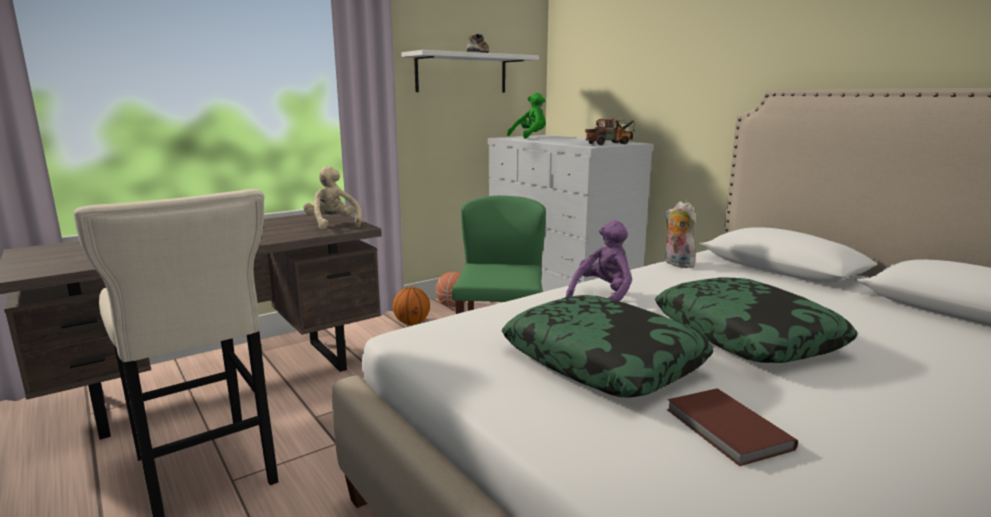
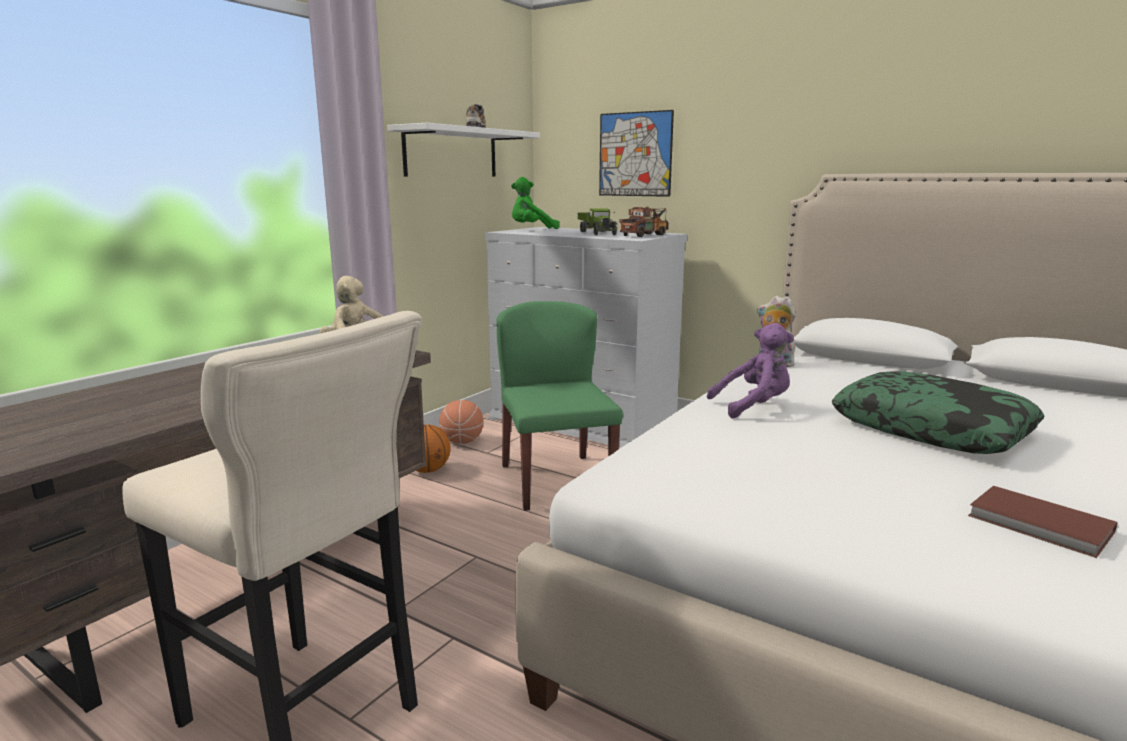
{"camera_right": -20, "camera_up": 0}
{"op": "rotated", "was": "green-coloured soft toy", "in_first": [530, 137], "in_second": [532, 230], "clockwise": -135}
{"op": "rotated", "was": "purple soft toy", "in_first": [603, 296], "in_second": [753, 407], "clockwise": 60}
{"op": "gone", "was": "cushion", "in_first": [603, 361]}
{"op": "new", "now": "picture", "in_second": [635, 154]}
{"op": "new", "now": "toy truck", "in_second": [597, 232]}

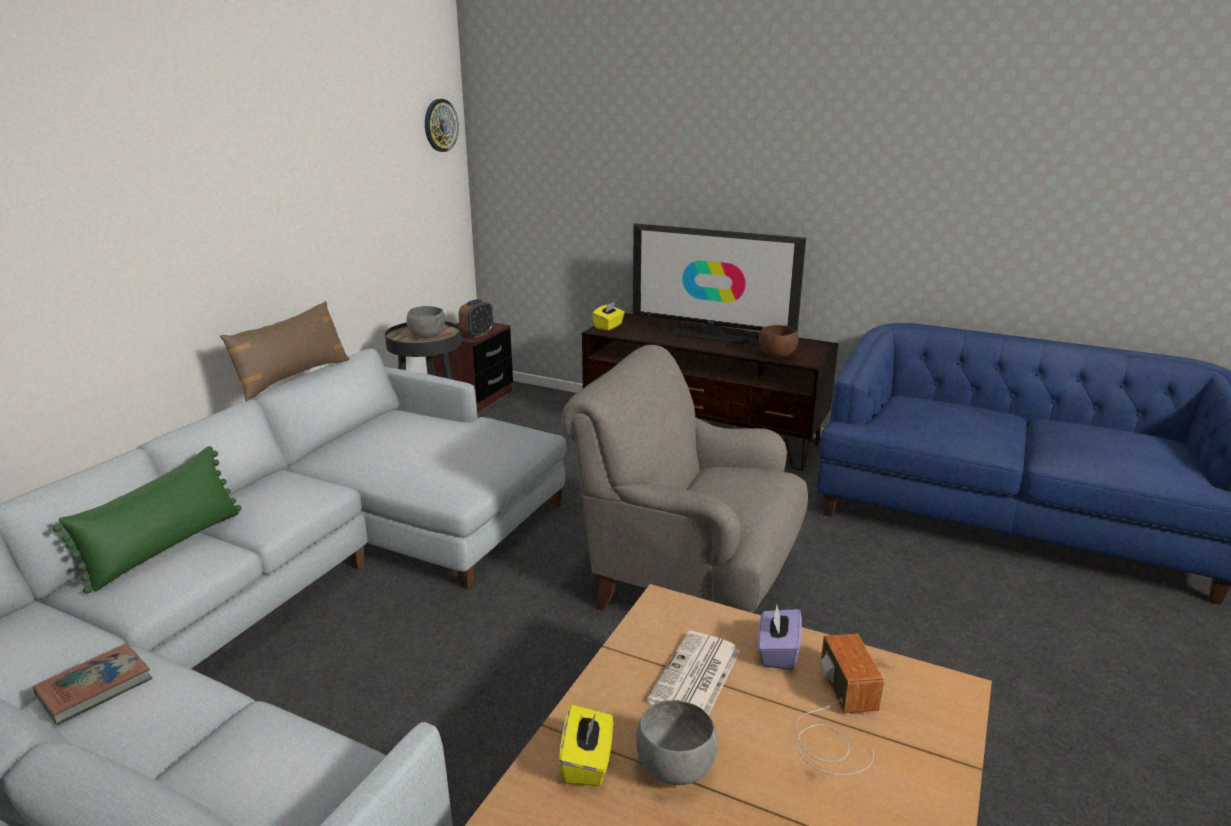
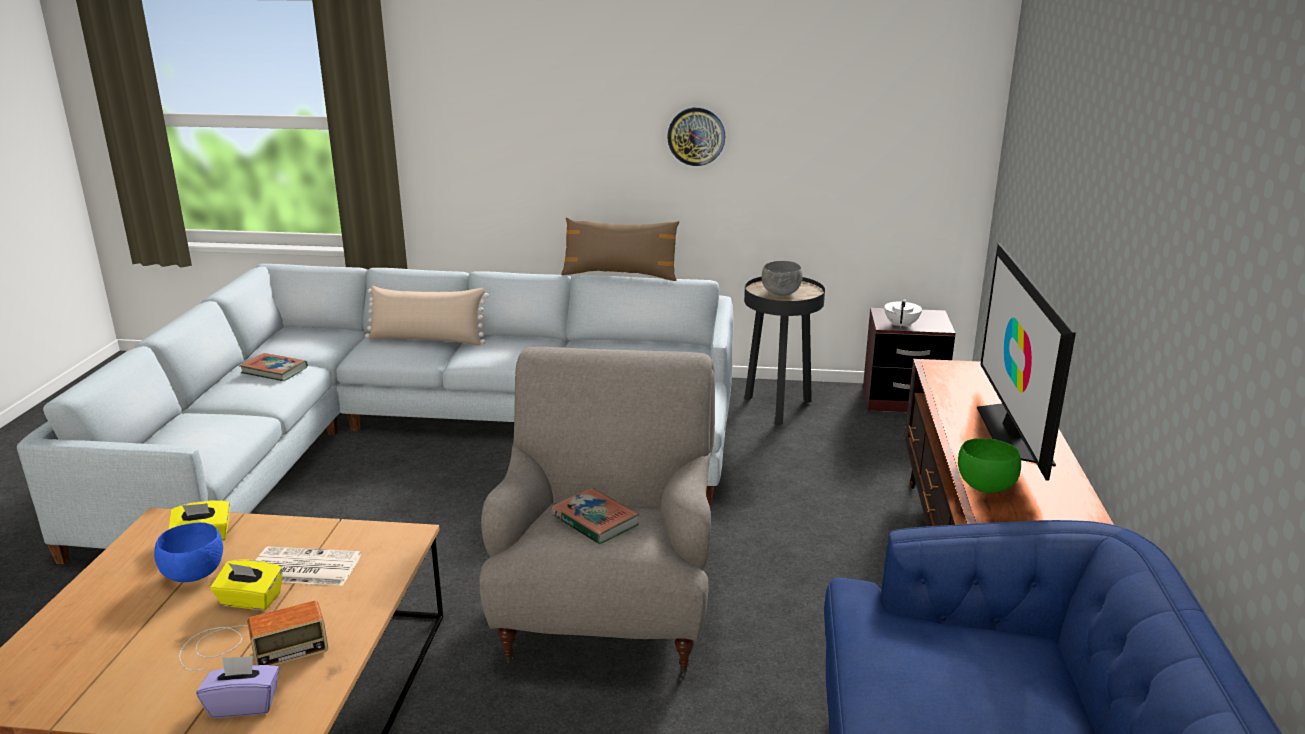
{"camera_right": 70, "camera_up": 0}
{"op": "shifted", "was": "hanging clock", "in_first": [440, 125], "in_second": [696, 136]}
{"op": "swapped", "was": "alarm clock", "now": "white-coloured tea pot", "in_first": [477, 334], "in_second": [901, 325]}
{"op": "shifted", "was": "yellow-coloured tissue holder", "in_first": [608, 326], "in_second": [250, 600]}
{"op": "repainted", "was": "brownish deep dish", "now": "green-coloured deep dish", "in_first": [776, 356], "in_second": [984, 487]}
{"op": "repainted", "was": "green-coloured cushion", "now": "beige-coloured cushion", "in_first": [166, 547], "in_second": [427, 340]}
{"op": "shifted", "was": "purple tissue holder", "in_first": [777, 652], "in_second": [244, 704]}
{"op": "repainted", "was": "gray deep dish", "now": "blue-coloured deep dish", "in_first": [673, 768], "in_second": [195, 574]}
{"op": "new", "now": "volume", "in_second": [595, 521]}

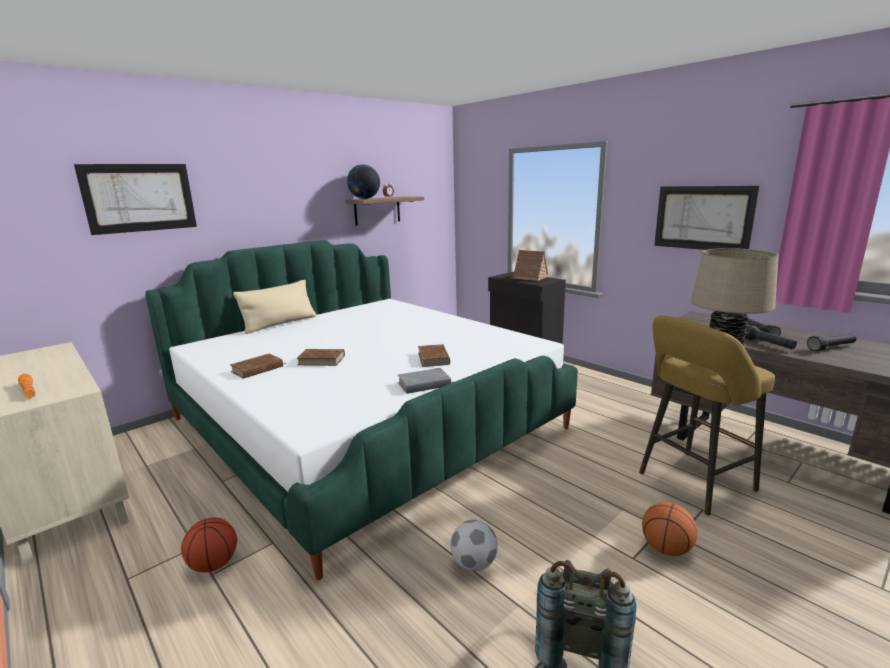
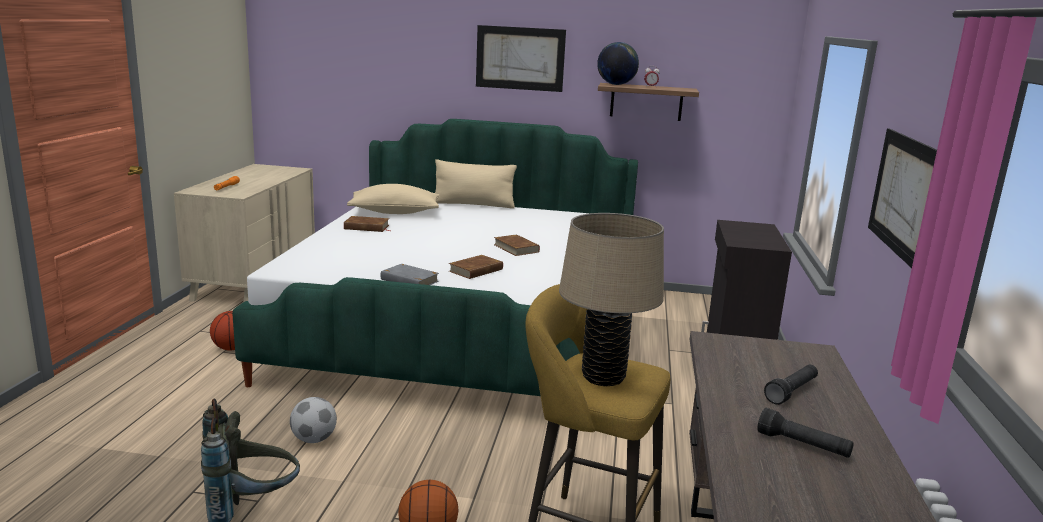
{"camera_right": 50, "camera_up": 0}
{"op": "shifted", "was": "picture", "in_first": [140, 198], "in_second": [520, 58]}
{"op": "gone", "was": "toy house", "in_first": [528, 277]}
{"op": "gone", "was": "black hand torch", "in_first": [768, 344]}
{"op": "shifted", "was": "brownish volume", "in_first": [321, 360], "in_second": [516, 248]}
{"op": "new", "now": "beige-coloured cushion", "in_second": [395, 212]}

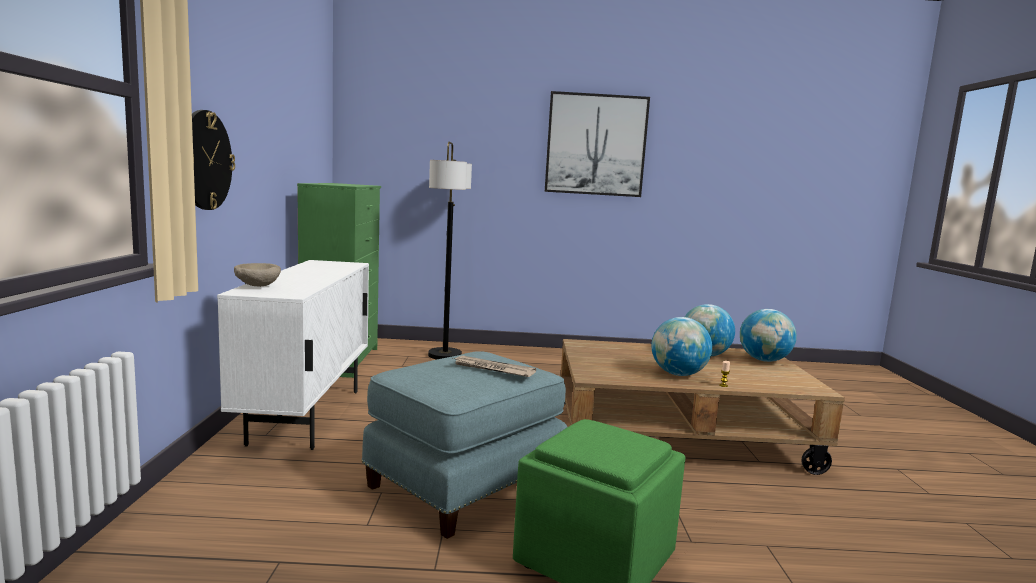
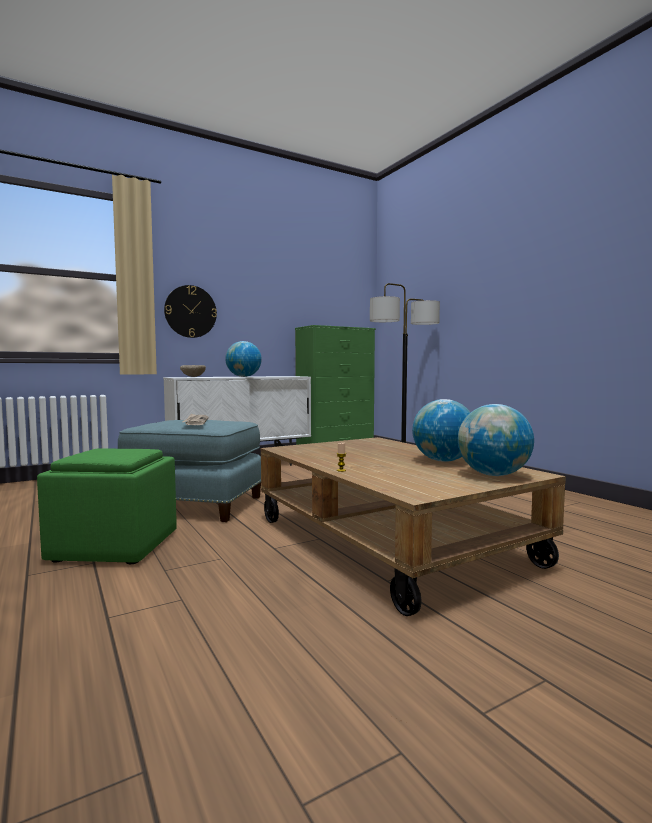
{"camera_right": 60, "camera_up": -5}
{"op": "gone", "was": "picture", "in_first": [596, 145]}
{"op": "shifted", "was": "world globe", "in_first": [678, 374], "in_second": [243, 376]}

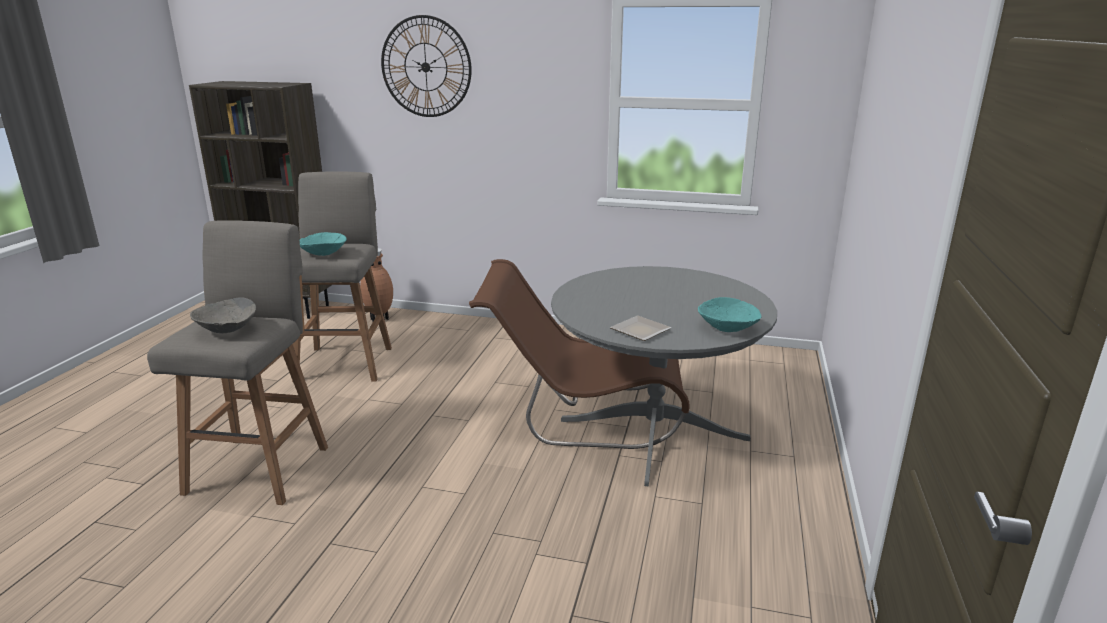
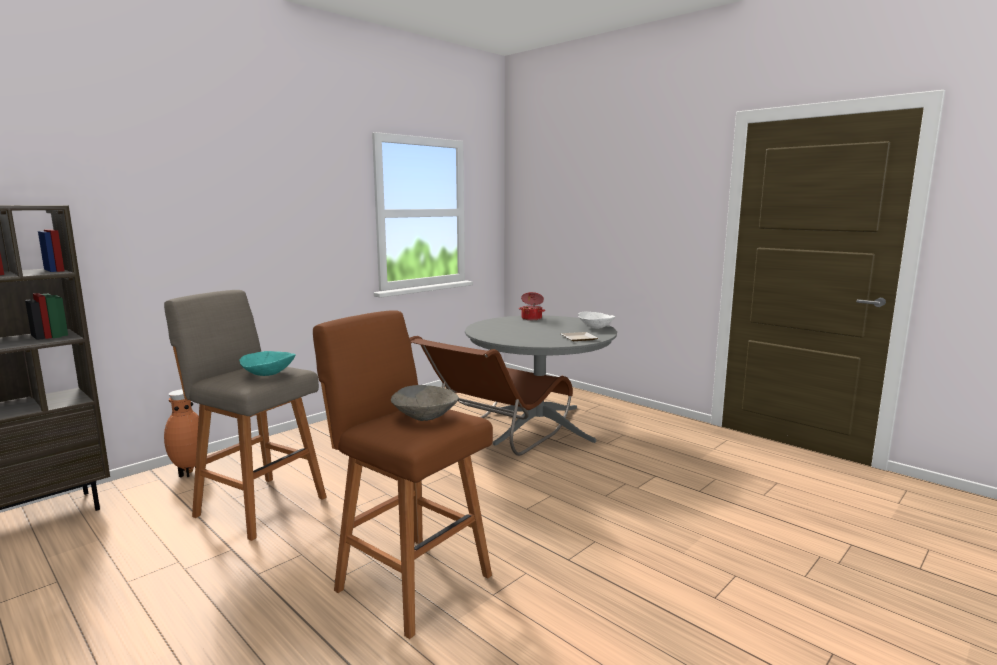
{"camera_right": -60, "camera_up": -10}
{"op": "gone", "was": "hanging clock", "in_first": [426, 67]}
{"op": "repainted", "was": "gray stool seat", "now": "brownish stool seat", "in_first": [260, 467], "in_second": [410, 580]}
{"op": "repainted", "was": "turquoise deep dish", "now": "white-coloured deep dish", "in_first": [727, 329], "in_second": [596, 327]}
{"op": "new", "now": "saucepot", "in_second": [532, 318]}

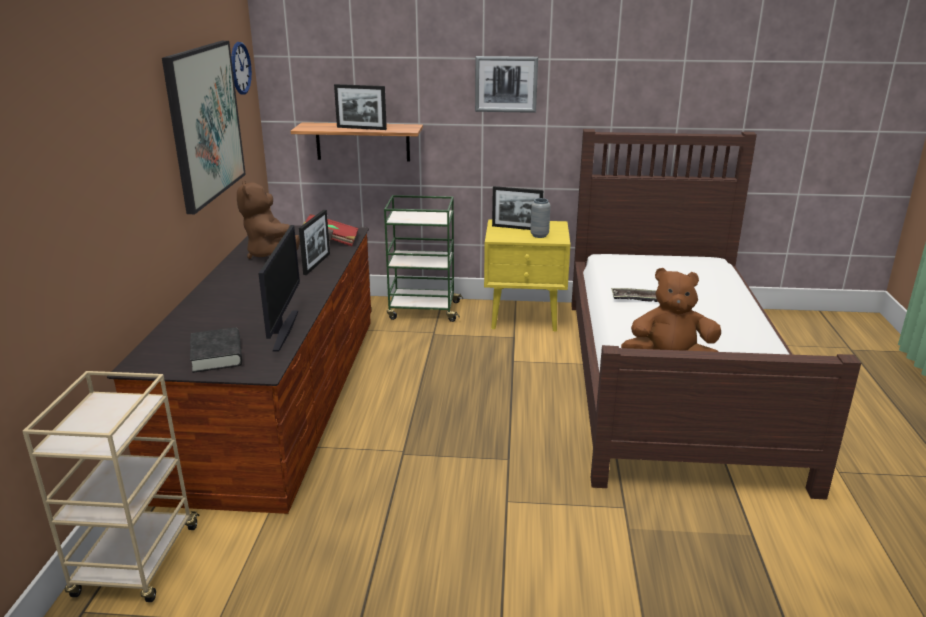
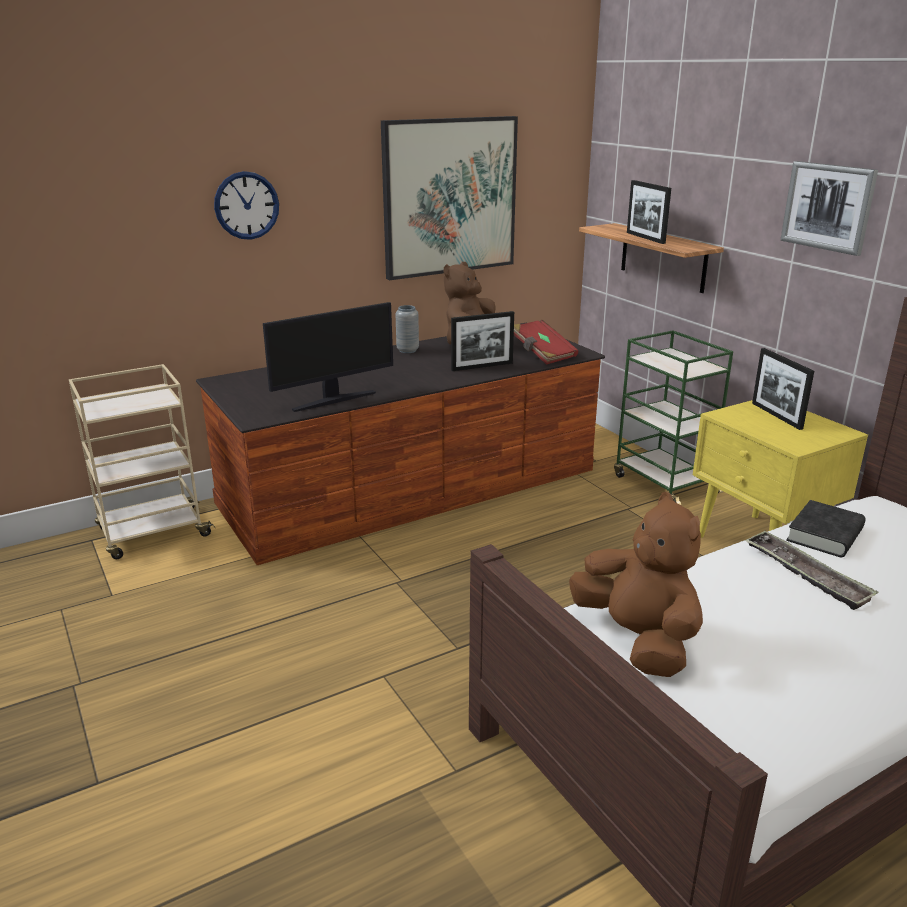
{"camera_right": 55, "camera_up": 0}
{"op": "shifted", "was": "hanging clock", "in_first": [240, 68], "in_second": [246, 205]}
{"op": "shifted", "was": "gray vase", "in_first": [539, 235], "in_second": [407, 350]}
{"op": "shifted", "was": "black volume", "in_first": [217, 355], "in_second": [825, 535]}

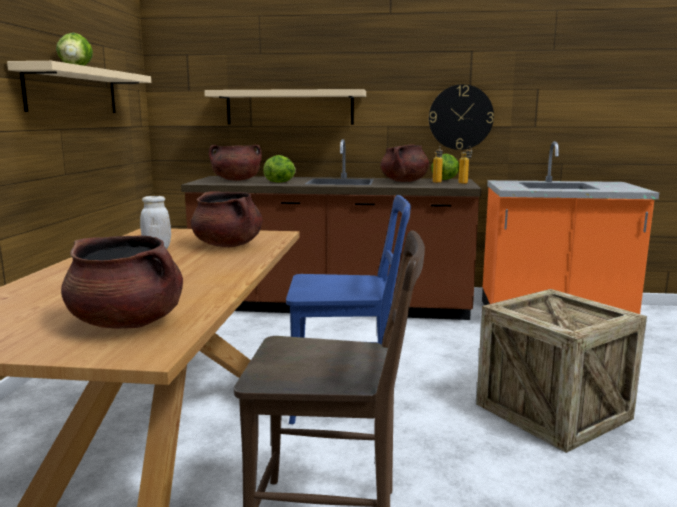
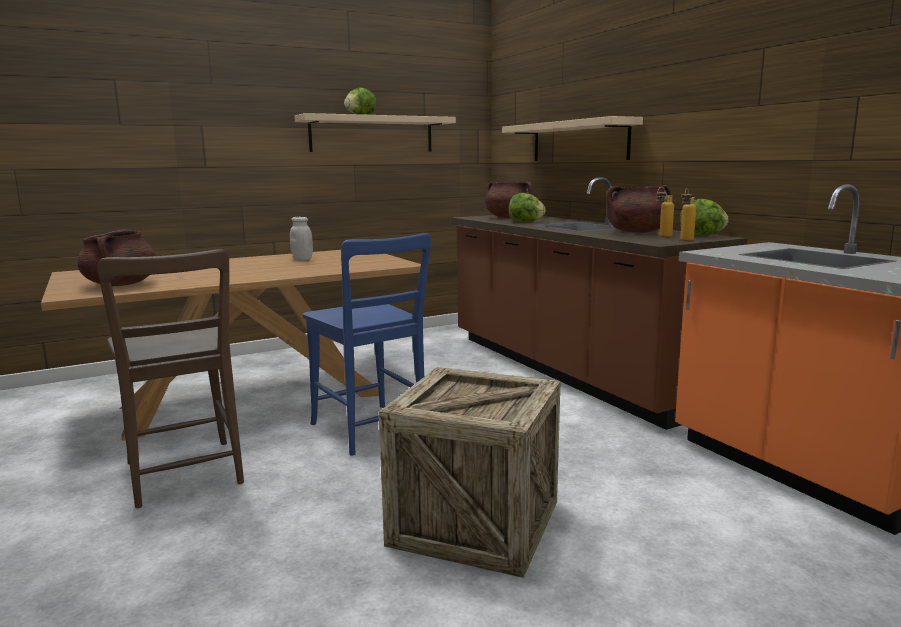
{"camera_right": 55, "camera_up": 0}
{"op": "gone", "was": "hanging clock", "in_first": [460, 117]}
{"op": "gone", "was": "brownish saucepot", "in_first": [228, 245]}

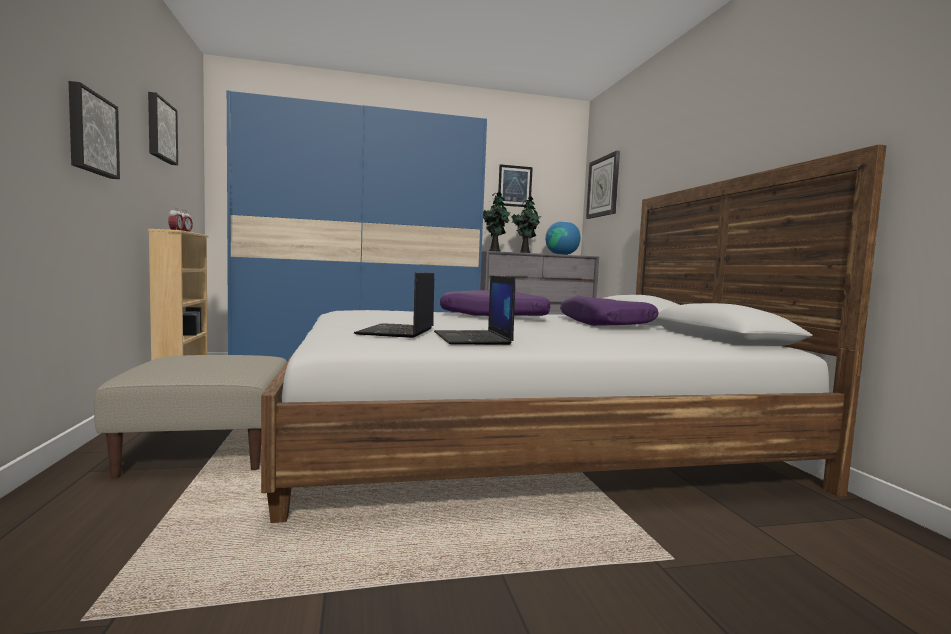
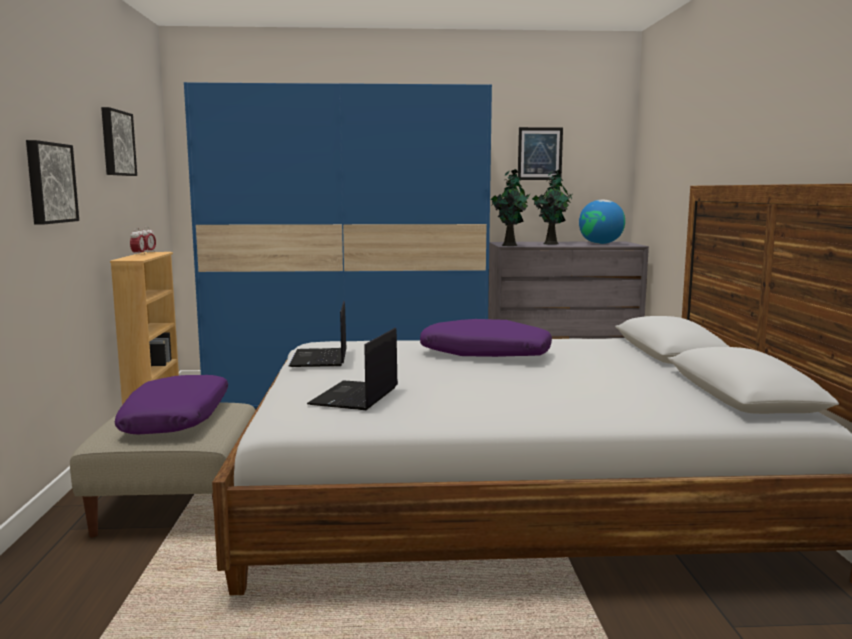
{"camera_right": 10, "camera_up": 5}
{"op": "gone", "was": "hanging clock", "in_first": [603, 187]}
{"op": "shifted", "was": "laptop", "in_first": [473, 338], "in_second": [320, 358]}
{"op": "shifted", "was": "purple cushion", "in_first": [605, 324], "in_second": [178, 418]}

